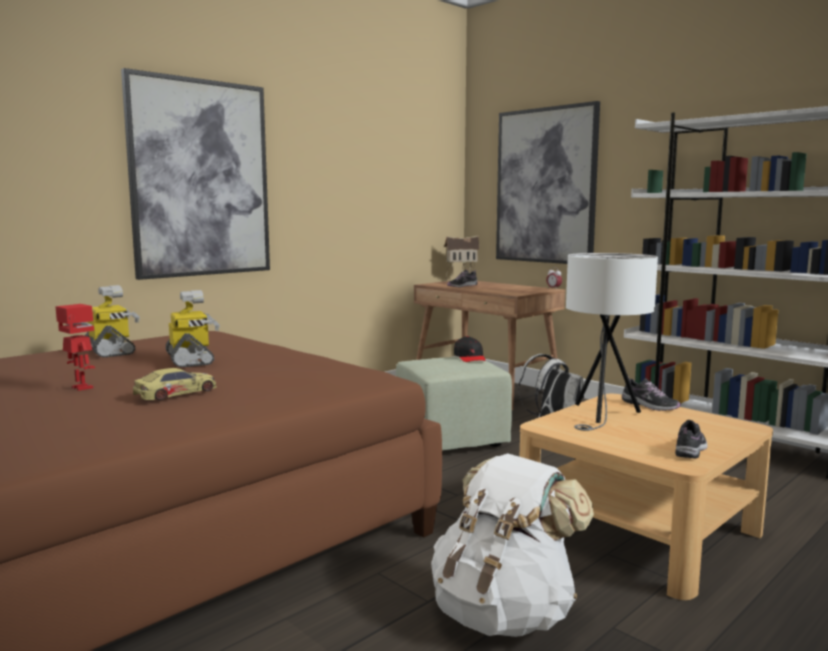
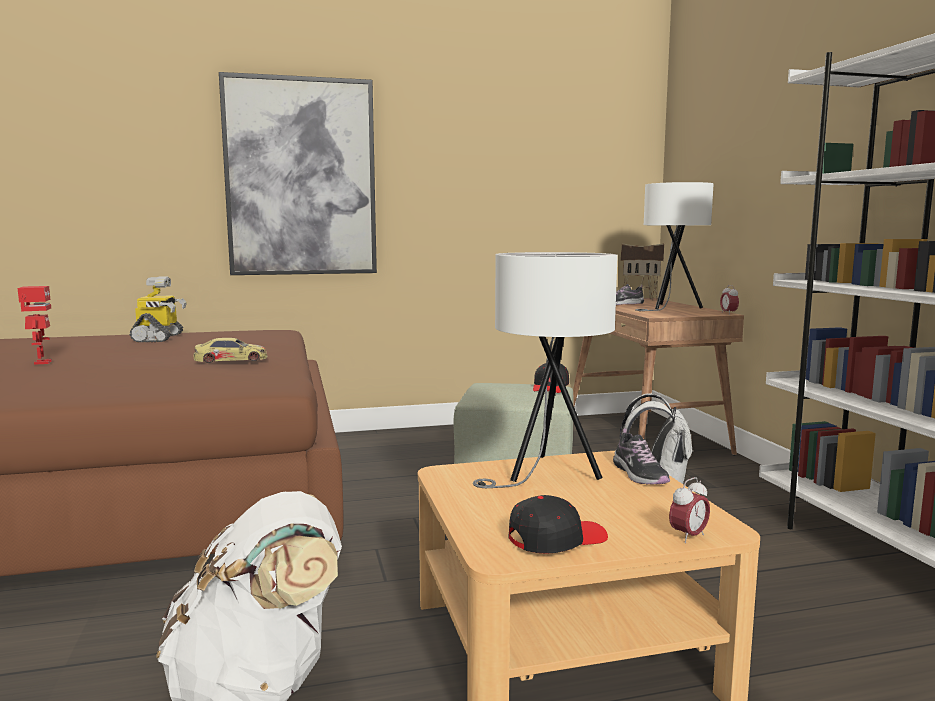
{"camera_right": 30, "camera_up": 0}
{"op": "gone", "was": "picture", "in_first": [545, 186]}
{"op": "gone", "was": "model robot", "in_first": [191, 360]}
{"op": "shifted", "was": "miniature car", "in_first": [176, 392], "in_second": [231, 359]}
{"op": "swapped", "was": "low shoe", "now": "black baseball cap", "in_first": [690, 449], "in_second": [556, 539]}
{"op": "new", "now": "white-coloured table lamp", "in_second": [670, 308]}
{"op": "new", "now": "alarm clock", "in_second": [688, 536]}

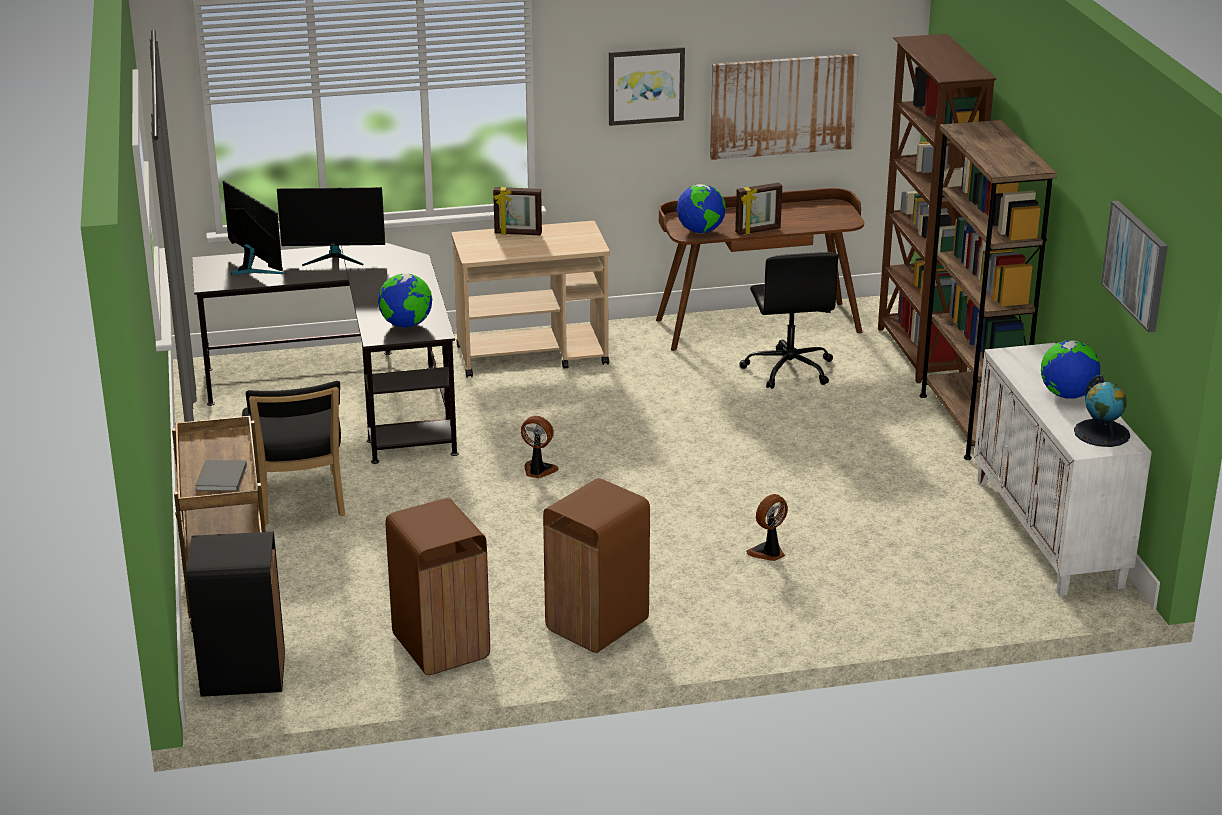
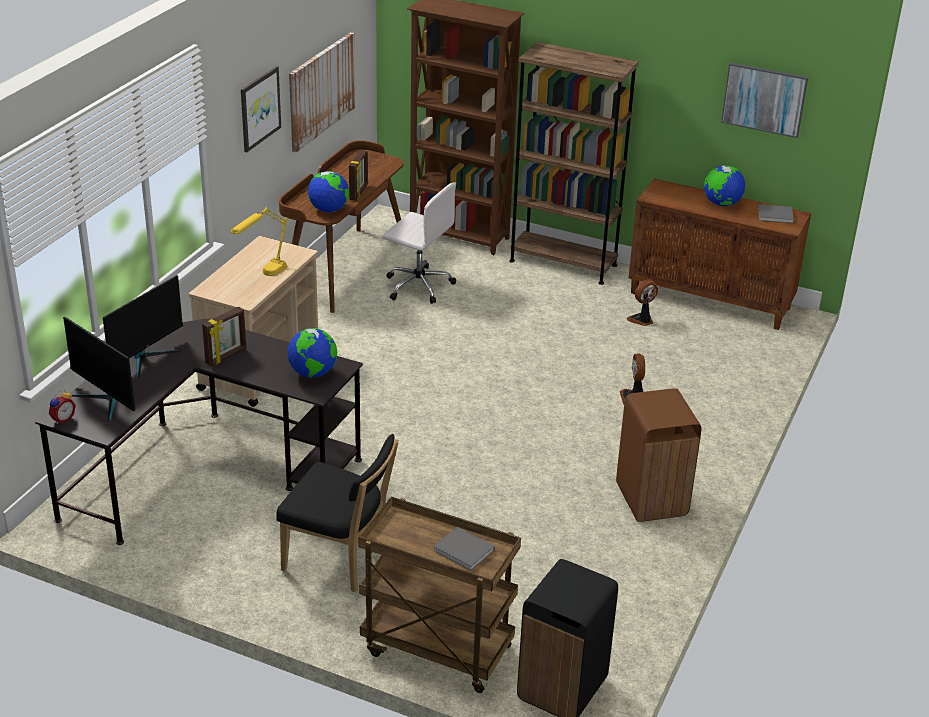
{"camera_right": -55, "camera_up": 5}
{"op": "rotated", "was": "monitor", "in_first": [253, 268], "in_second": [106, 400], "clockwise": -135}
{"op": "shifted", "was": "photo frame", "in_first": [518, 234], "in_second": [226, 356]}
{"op": "repainted", "was": "black desk chair", "now": "white-coloured desk chair", "in_first": [789, 369], "in_second": [417, 285]}
{"op": "repainted", "was": "white-coloured cabinet", "now": "brownish cabinet", "in_first": [1049, 533], "in_second": [711, 300]}
{"op": "swapped", "was": "world globe", "now": "gray volume", "in_first": [1102, 433], "in_second": [776, 215]}
{"op": "shifted", "was": "electric fan", "in_first": [538, 471], "in_second": [642, 320]}
{"op": "gone", "was": "brownish rubbish bin", "in_first": [441, 646]}
{"op": "new", "now": "yellow-coloured table lamp", "in_second": [263, 277]}
{"op": "new", "now": "alarm clock", "in_second": [62, 419]}

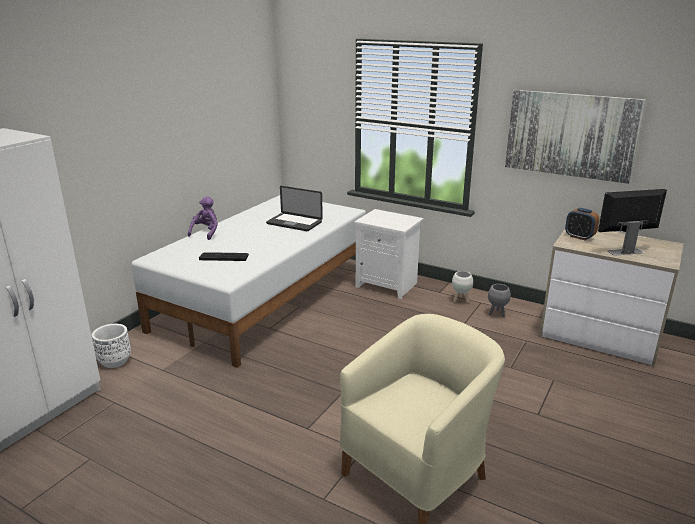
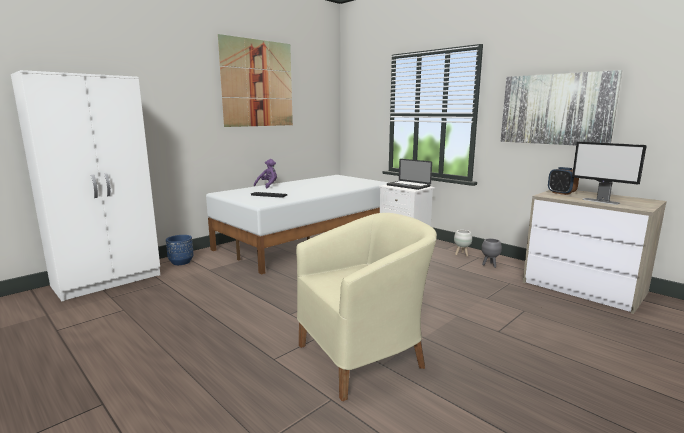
{"camera_right": 15, "camera_up": -10}
{"op": "shifted", "was": "laptop", "in_first": [294, 223], "in_second": [408, 186]}
{"op": "rotated", "was": "monitor", "in_first": [624, 251], "in_second": [601, 201], "clockwise": -135}
{"op": "repainted", "was": "white-coloured planter", "now": "blue-coloured planter", "in_first": [114, 361], "in_second": [181, 262]}
{"op": "new", "now": "picture", "in_second": [258, 83]}

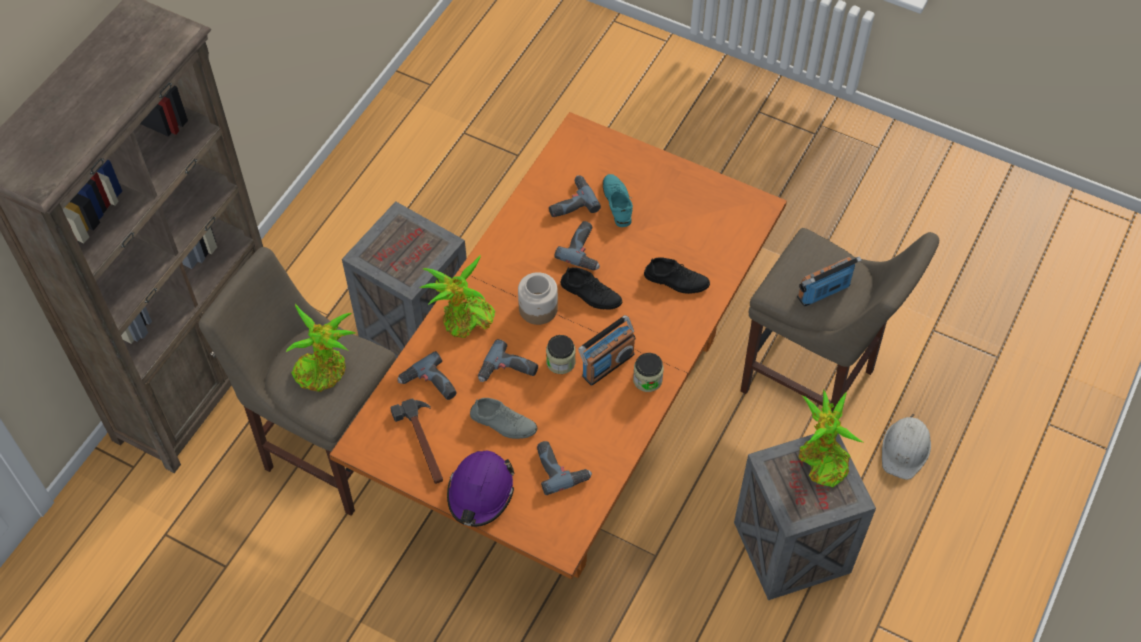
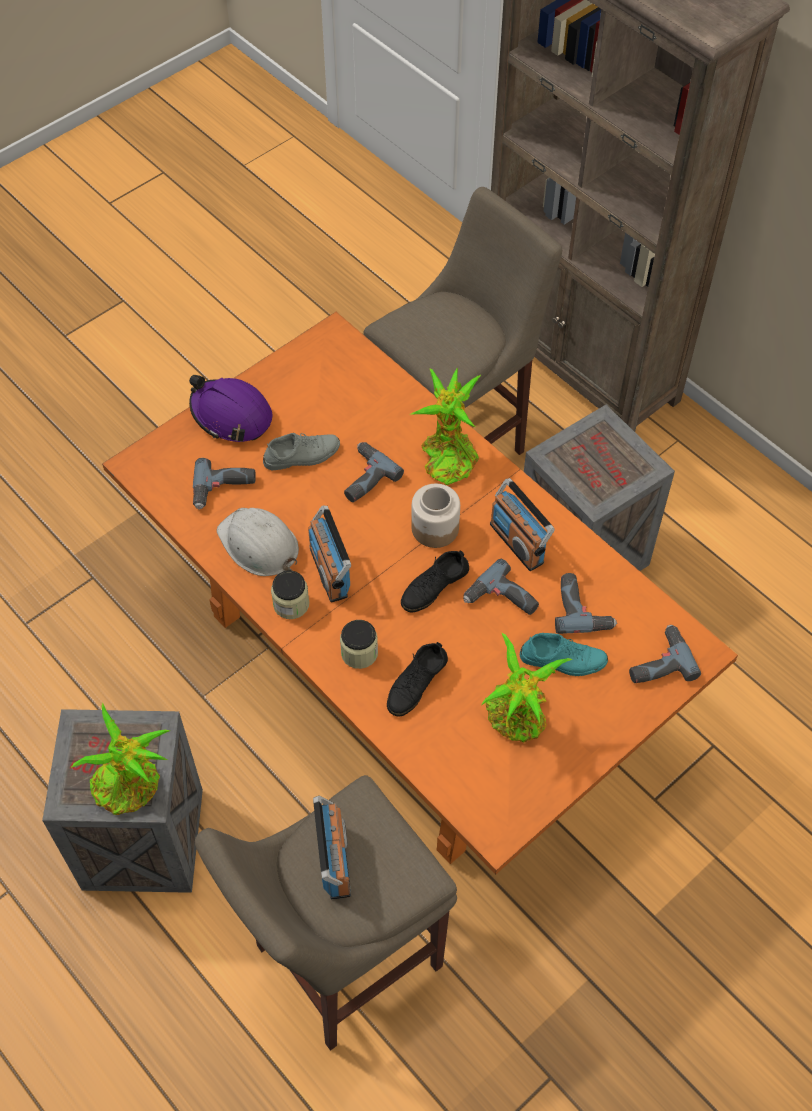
{"camera_right": 110, "camera_up": 0}
{"op": "shifted", "was": "potted plant", "in_first": [324, 370], "in_second": [517, 717]}
{"op": "shifted", "was": "jar", "in_first": [560, 362], "in_second": [359, 653]}
{"op": "shifted", "was": "power drill", "in_first": [429, 385], "in_second": [657, 661]}
{"op": "gone", "was": "hammer", "in_first": [423, 443]}
{"op": "rotated", "was": "gray low shoe", "in_first": [503, 423], "in_second": [302, 455], "clockwise": -150}
{"op": "shifted", "was": "white-coloured safety helmet", "in_first": [905, 449], "in_second": [258, 544]}
{"op": "new", "now": "radio set", "in_second": [517, 543]}

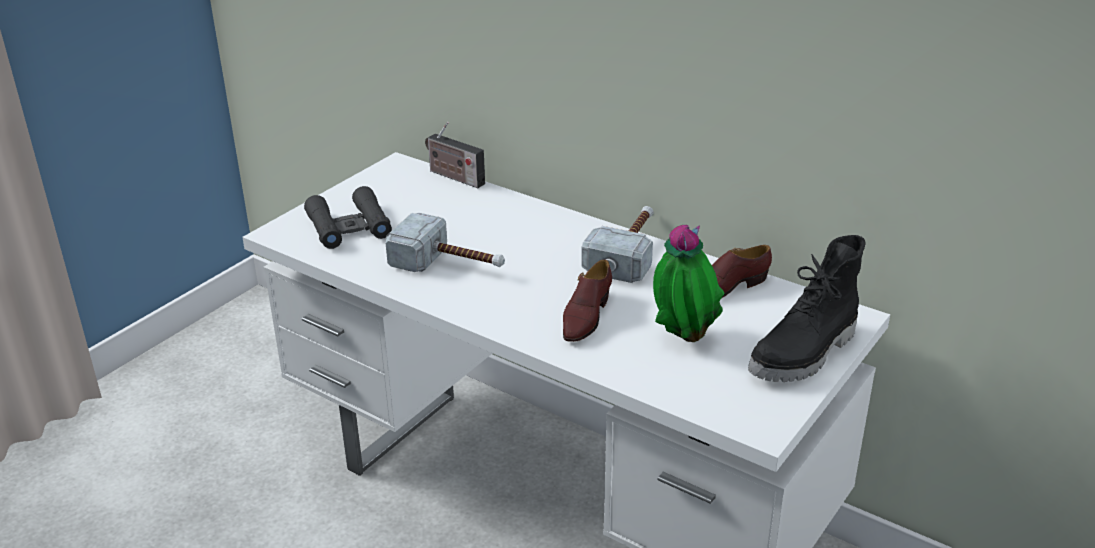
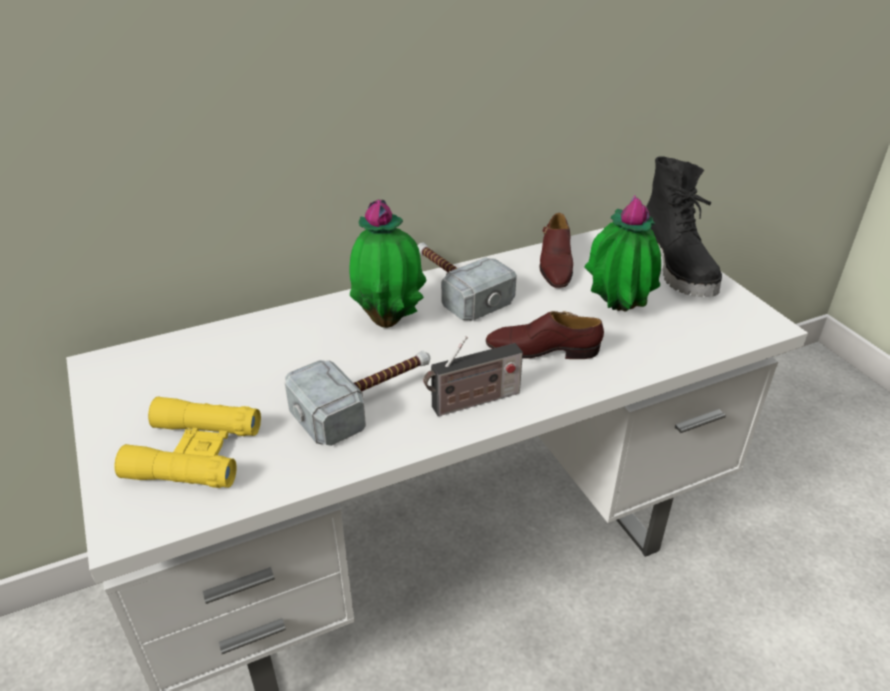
{"camera_right": -60, "camera_up": 5}
{"op": "shifted", "was": "radio set", "in_first": [454, 177], "in_second": [472, 402]}
{"op": "repainted", "was": "black binoculars", "now": "yellow-coloured binoculars", "in_first": [349, 227], "in_second": [194, 452]}
{"op": "rotated", "was": "brownish low shoe", "in_first": [585, 317], "in_second": [542, 350], "clockwise": 135}
{"op": "new", "now": "potted plant", "in_second": [389, 320]}

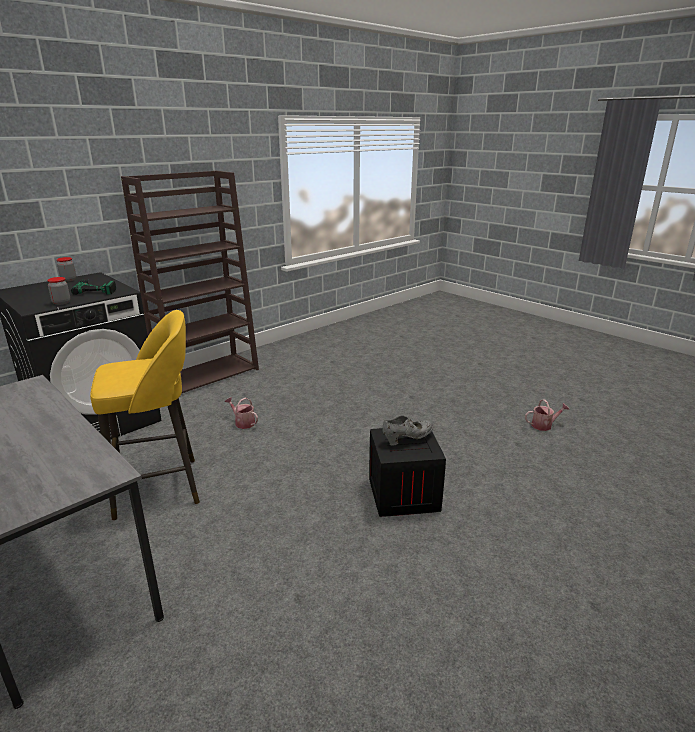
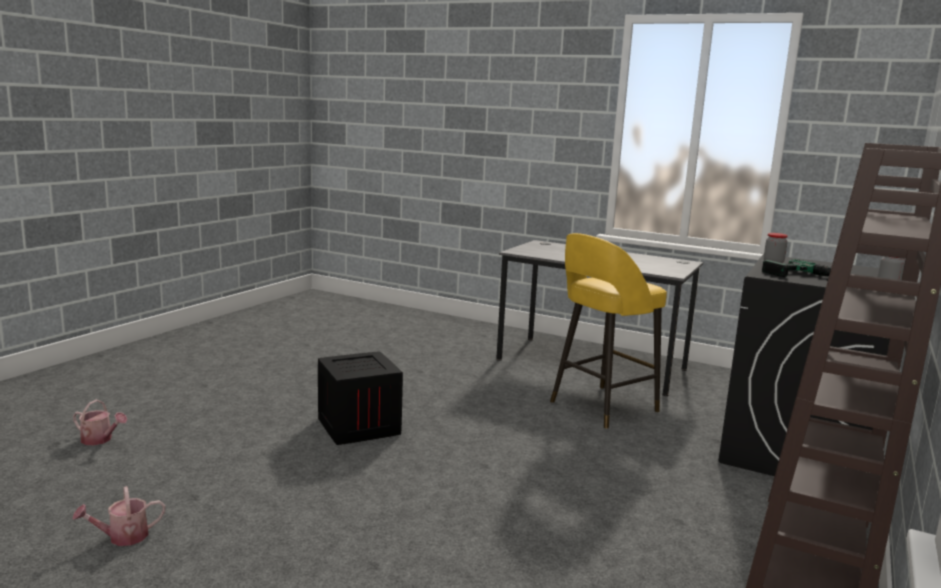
{"camera_right": 160, "camera_up": -10}
{"op": "shifted", "was": "watering can", "in_first": [243, 422], "in_second": [100, 440]}
{"op": "gone", "was": "gray low shoe", "in_first": [408, 439]}

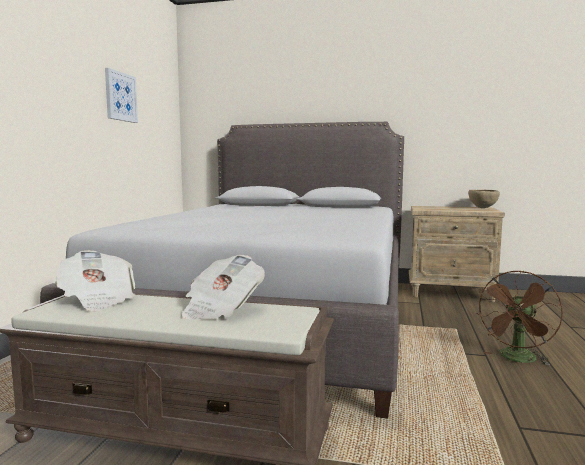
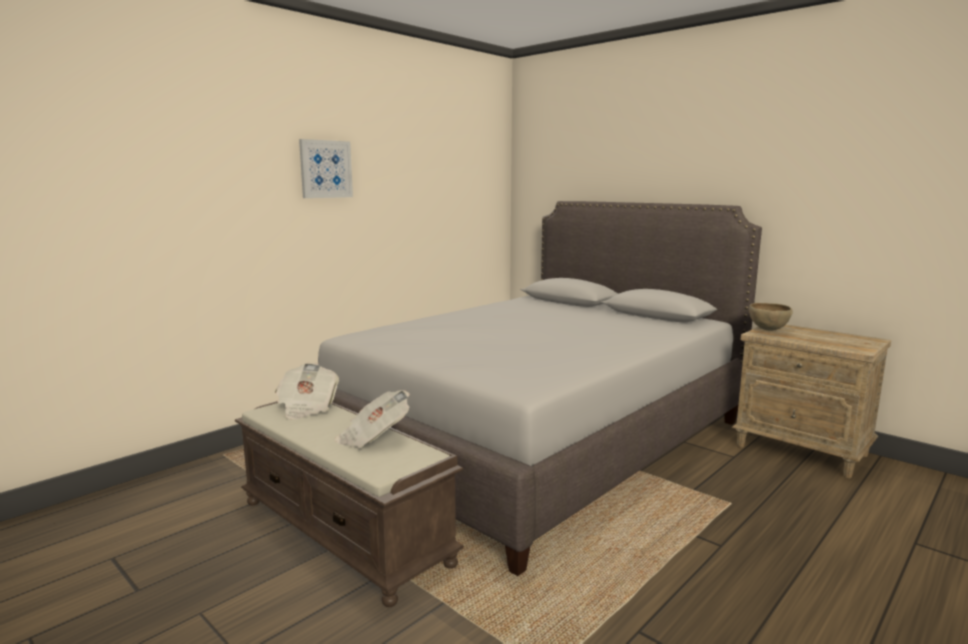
{"camera_right": 30, "camera_up": 5}
{"op": "shifted", "was": "picture", "in_first": [120, 96], "in_second": [325, 169]}
{"op": "shifted", "was": "brownish deep dish", "in_first": [482, 208], "in_second": [767, 330]}
{"op": "gone", "was": "brownish electric fan", "in_first": [517, 359]}

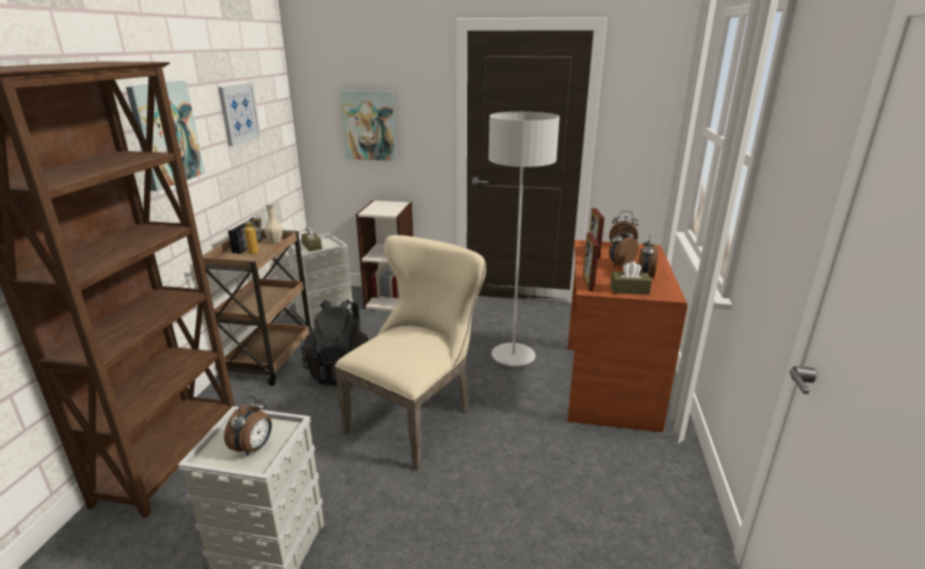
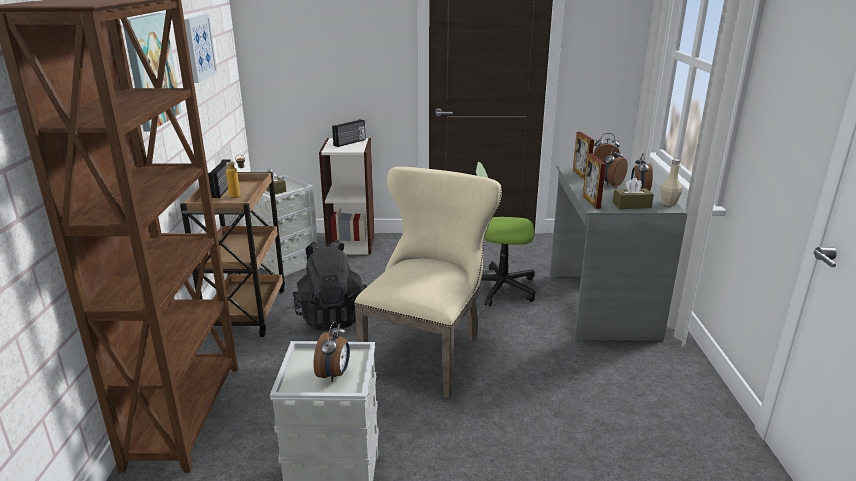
{"camera_right": -10, "camera_up": 0}
{"op": "gone", "was": "picture", "in_first": [369, 125]}
{"op": "swapped", "was": "gray floor lamp", "now": "desk chair", "in_first": [513, 356], "in_second": [500, 287]}
{"op": "shifted", "was": "beige-coloured beverage bottle", "in_first": [275, 241], "in_second": [668, 203]}
{"op": "repainted", "was": "brownish desk unit", "now": "gray desk unit", "in_first": [607, 385], "in_second": [599, 304]}
{"op": "new", "now": "radio set", "in_second": [350, 143]}

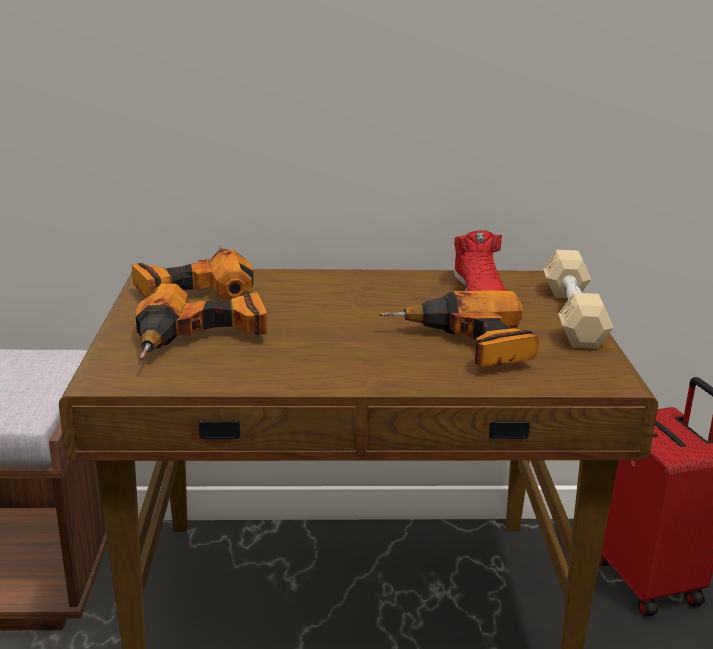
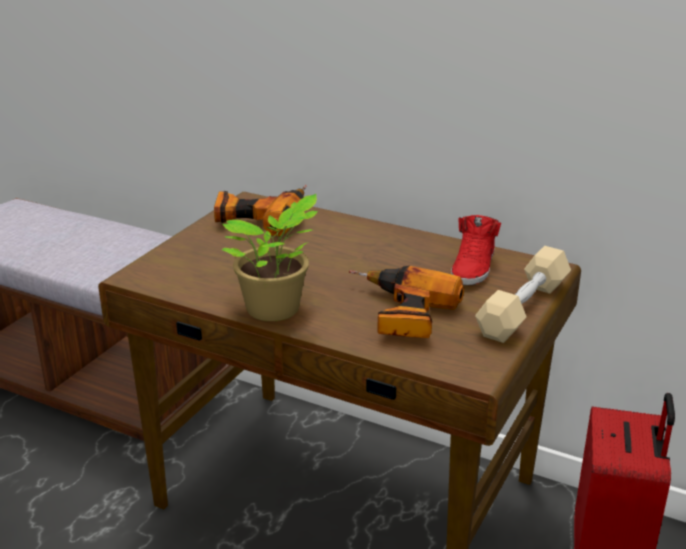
{"camera_right": 30, "camera_up": 5}
{"op": "gone", "was": "power drill", "in_first": [202, 340]}
{"op": "new", "now": "potted plant", "in_second": [275, 310]}

